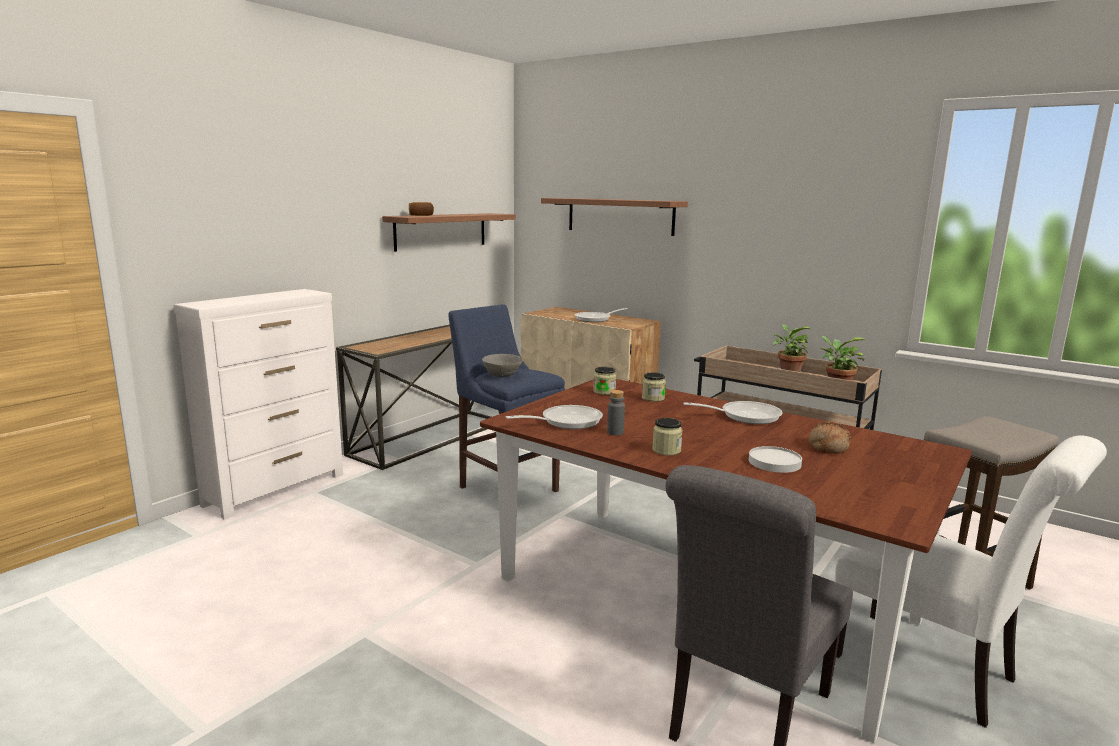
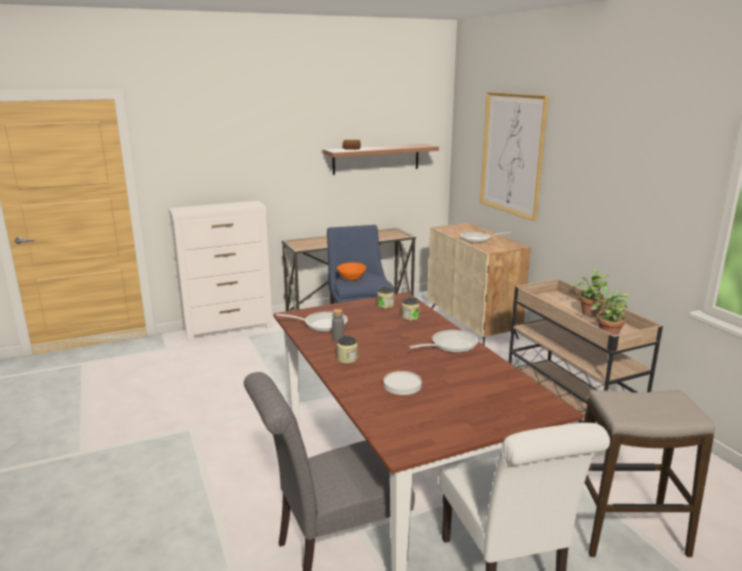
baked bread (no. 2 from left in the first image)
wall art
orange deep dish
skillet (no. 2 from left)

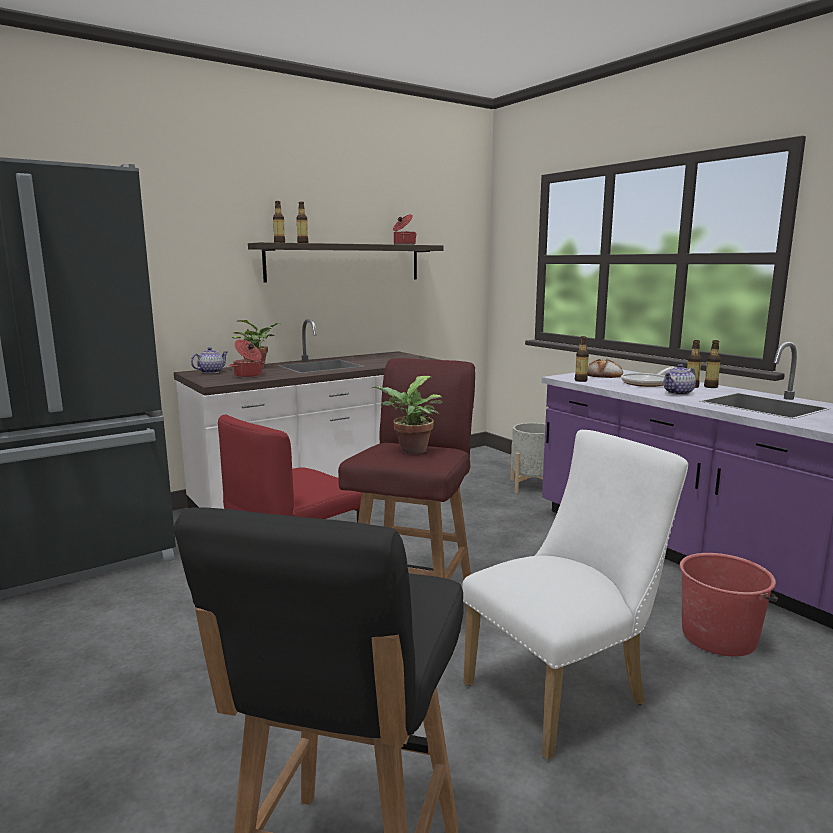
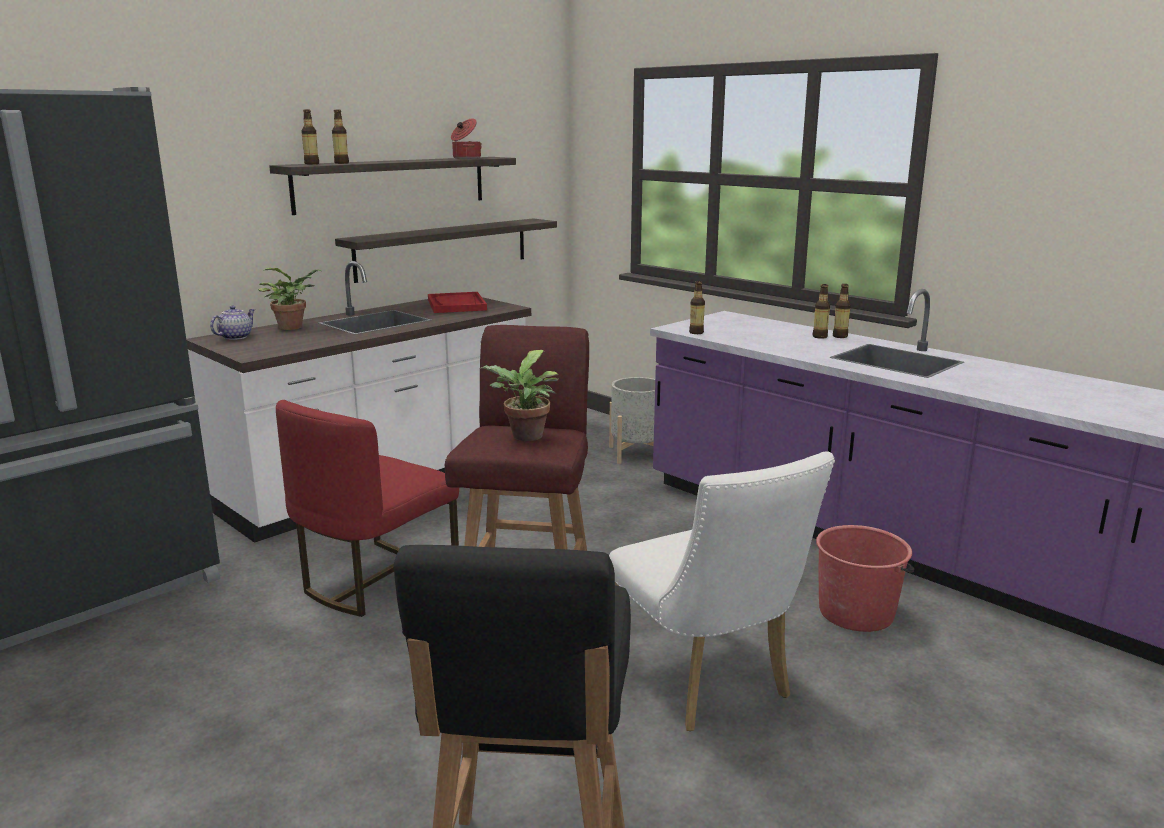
cooking pot (no. 1 from left in the first image)
baked bread
skillet
pot for tea (no. 2 from left in the first image)
bracket shelf (no. 2 from left)
reddish carrying tray
white chair

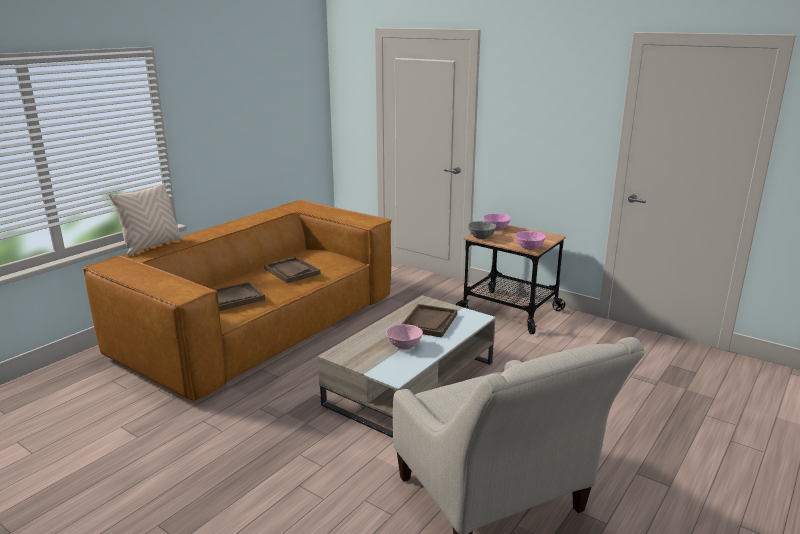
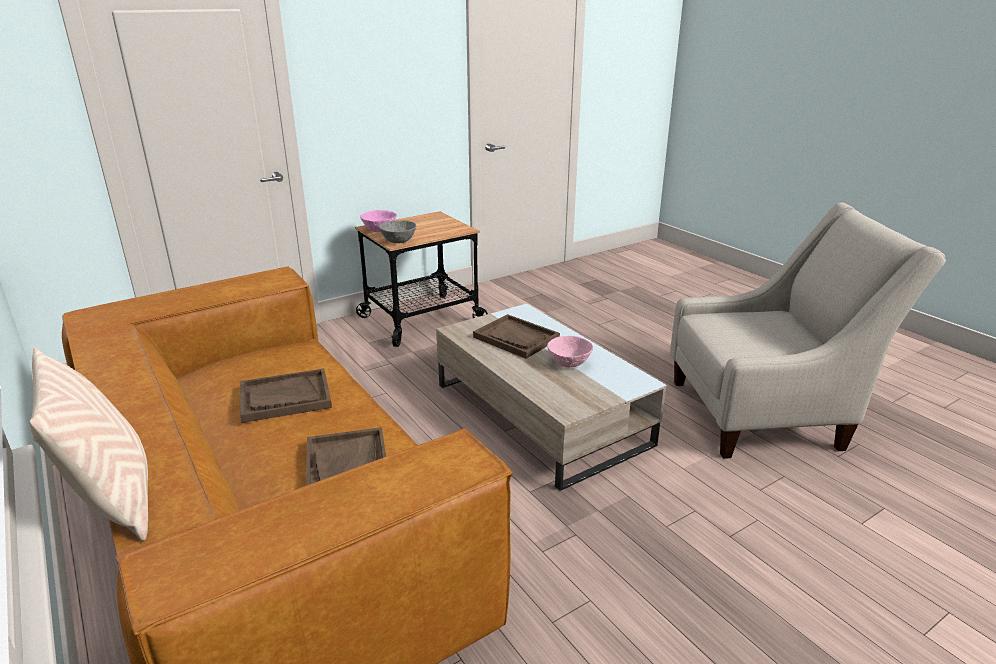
pinkish deep dish (no. 3 from left in the first image)

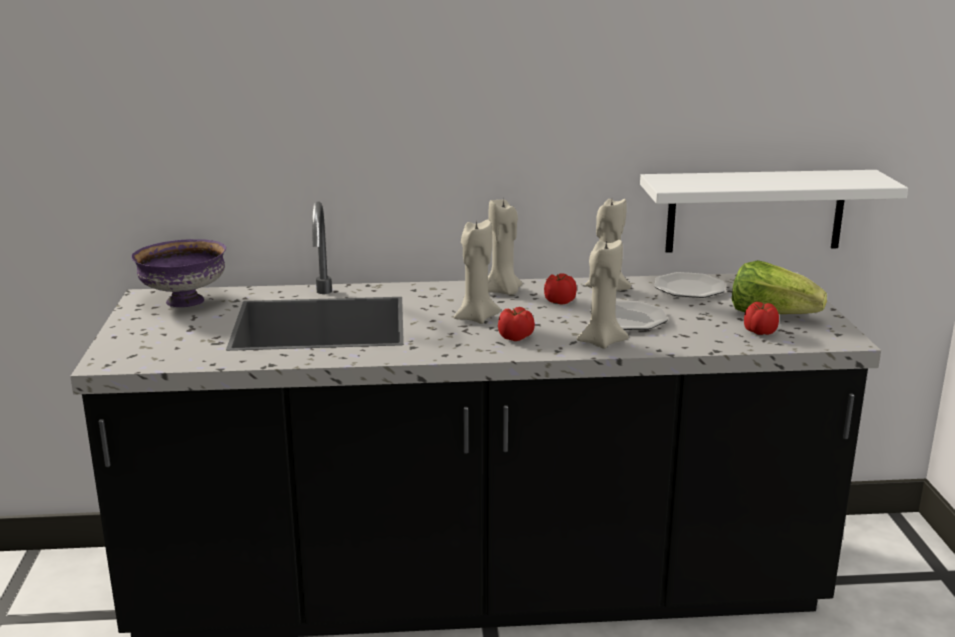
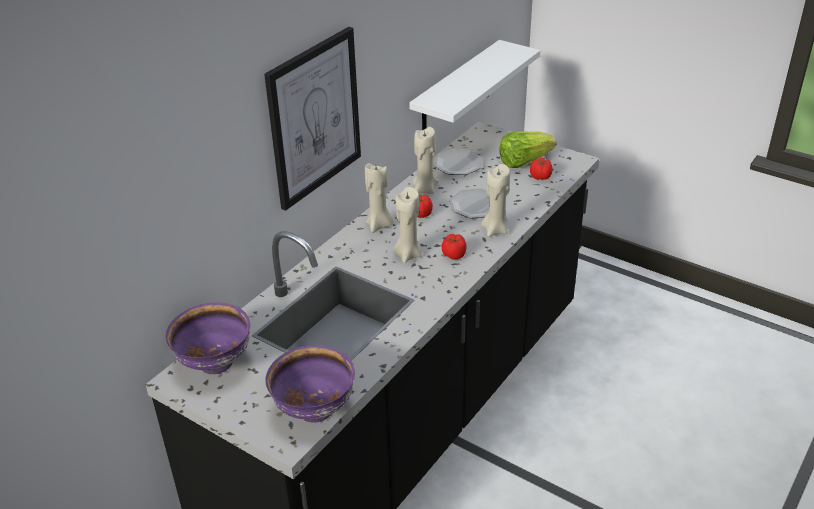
wall art
purple deep dish (no. 2 from left)

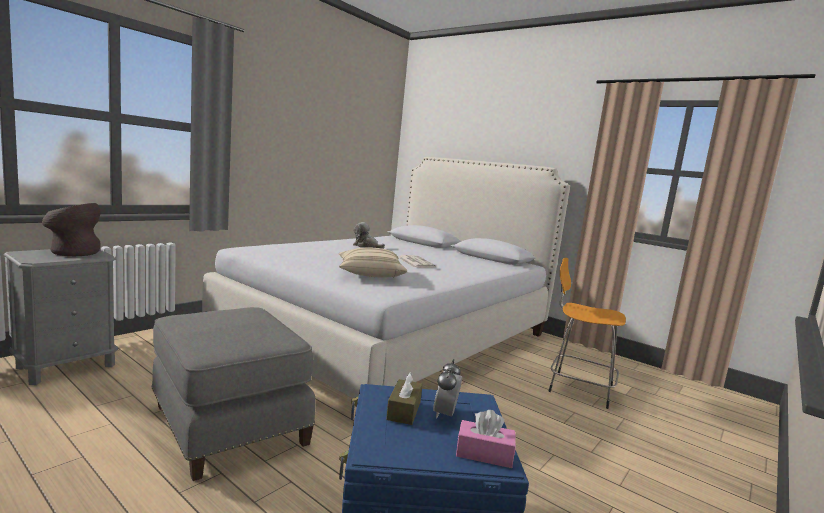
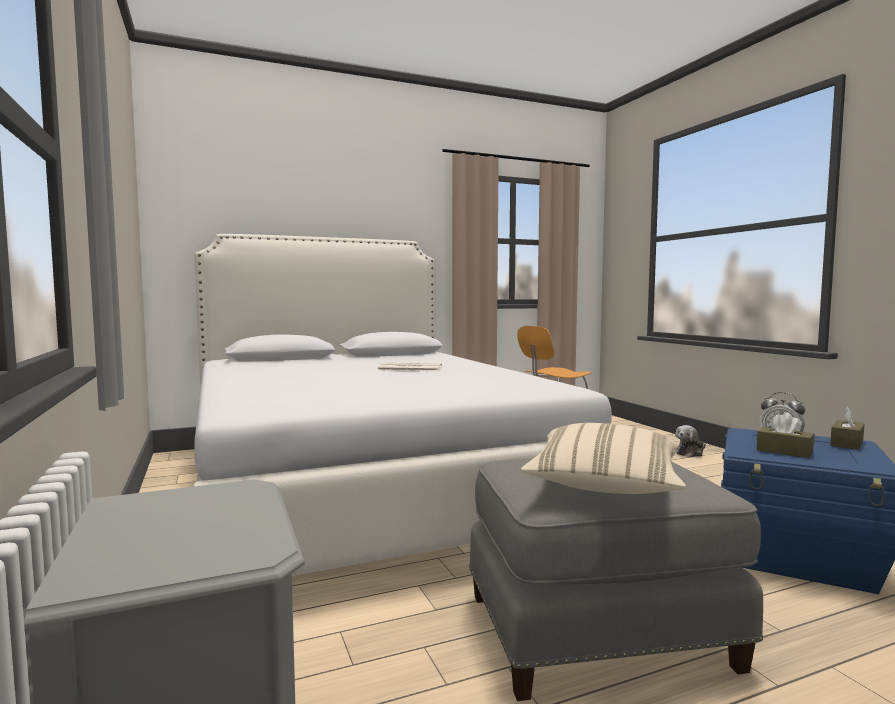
brownish vase
sand-coloured throw pillow
soft toy
brownish box of tissues (no. 2 from left)

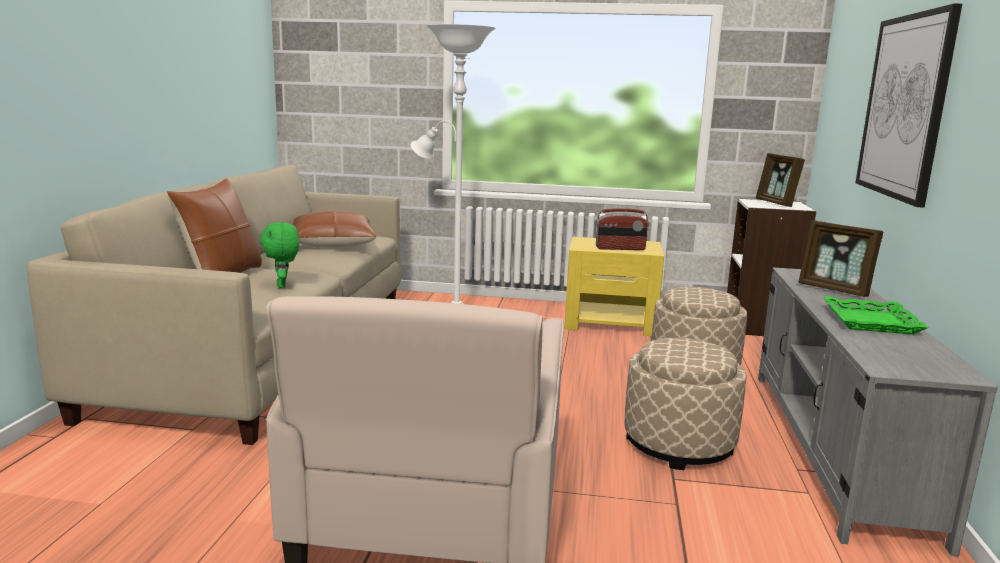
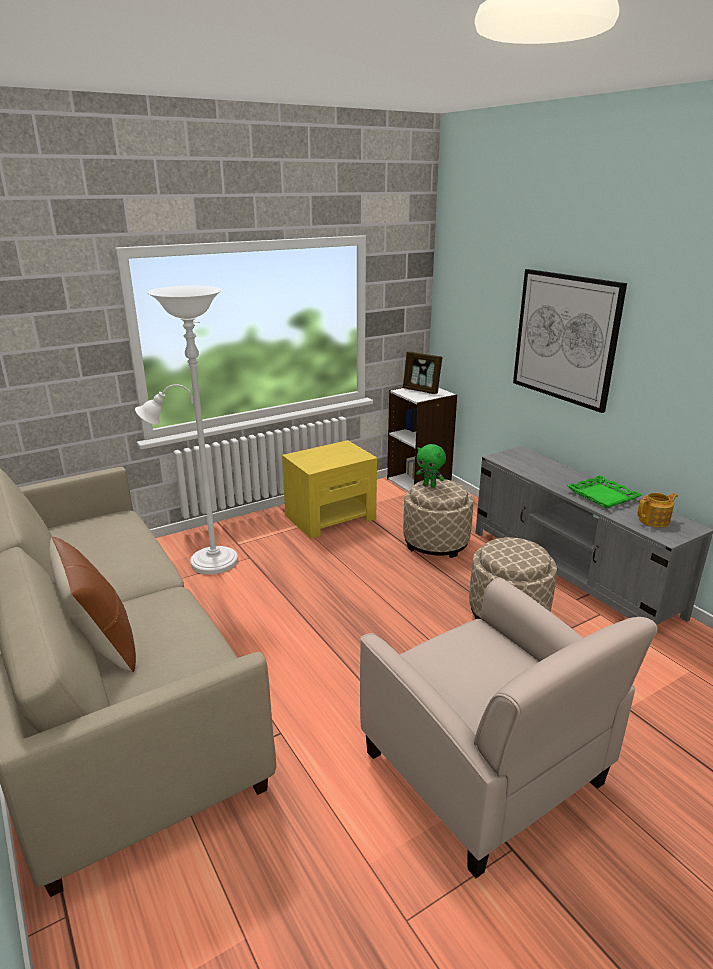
brownish throw pillow (no. 2 from left in the first image)
radio set
picture frame (no. 2 from left in the first image)
pot for tea
greenish soft toy

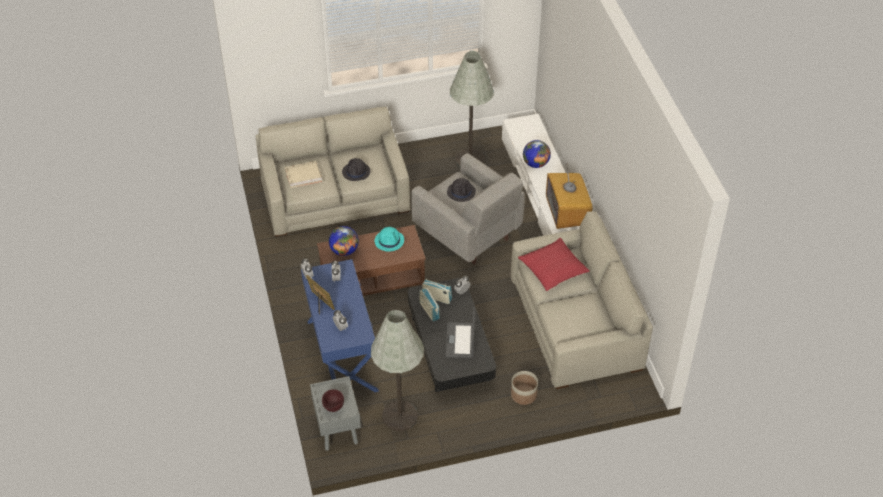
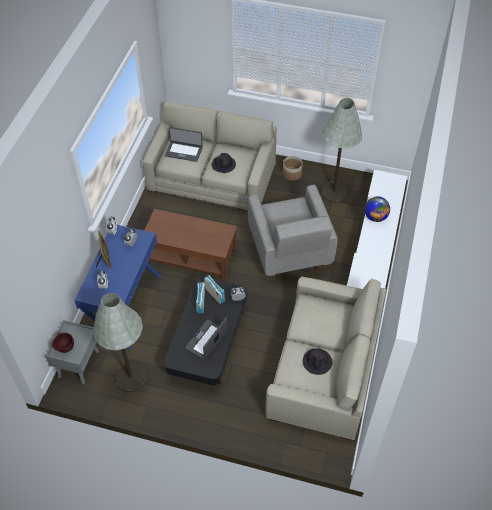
world globe (no. 1 from left in the first image)
blue-green hat
reddish throw pillow
TV set
black-coloured hat (no. 2 from left)
planter
laptop (no. 1 from left)

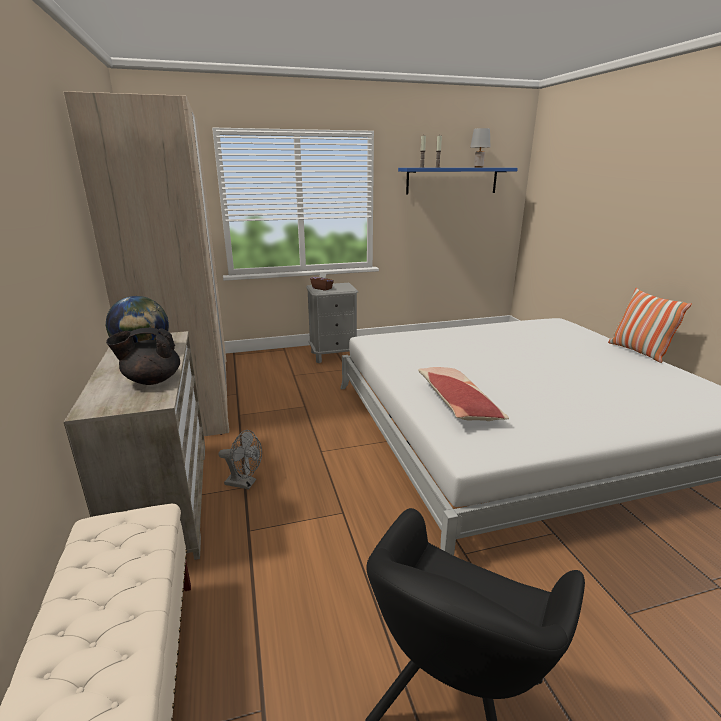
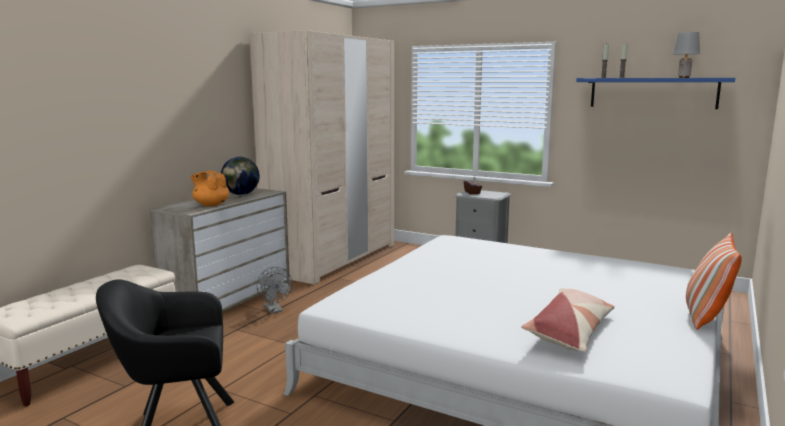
throw pillow (no. 1 from left)
orange pot for tea

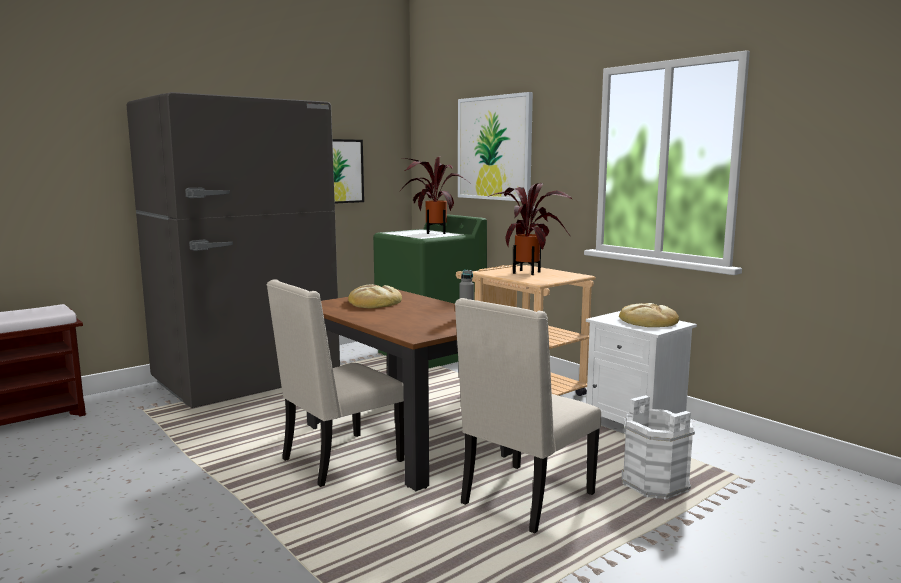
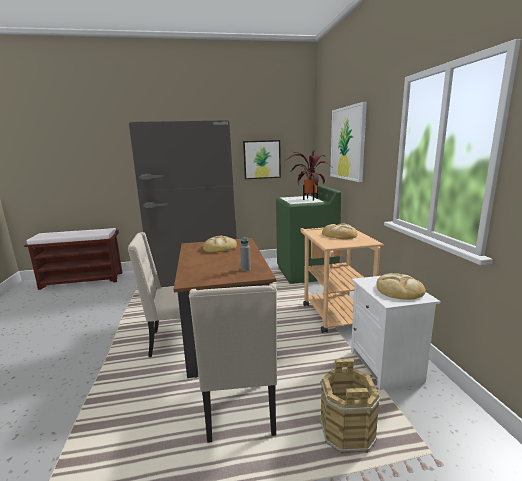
baked bread (no. 2 from left)
brownish bucket
sand-coloured chair (no. 2 from left)

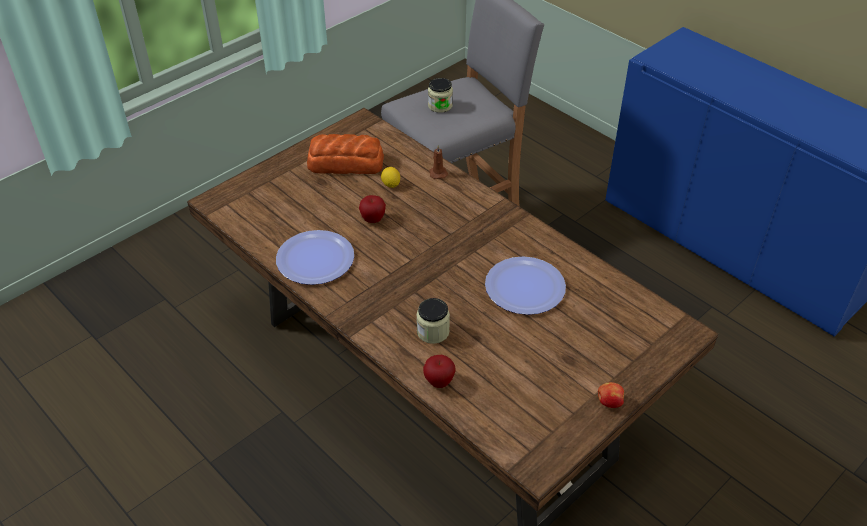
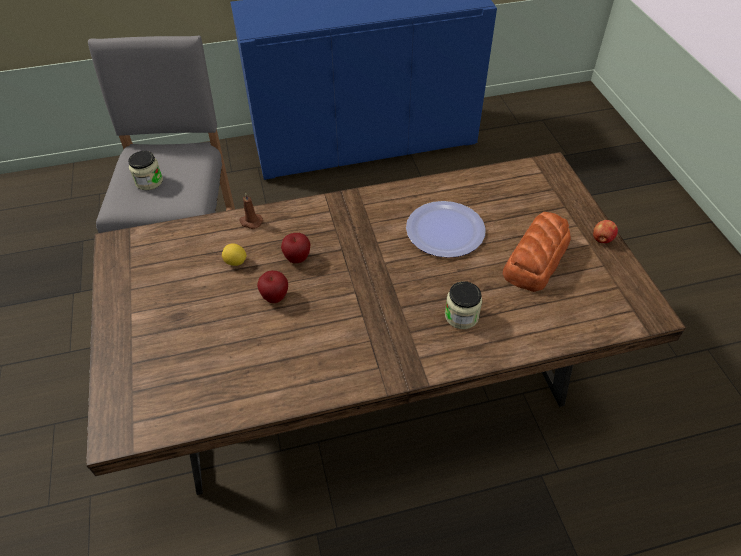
flat dish (no. 1 from left in the first image)
baked bread
apple fruit (no. 2 from left)

